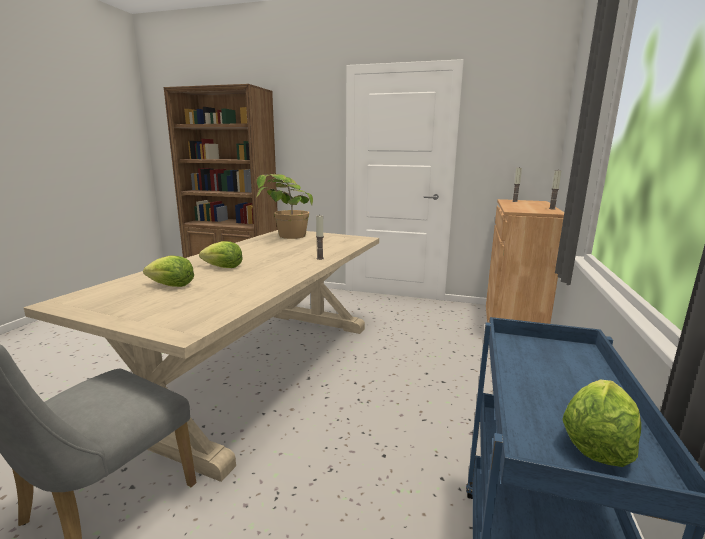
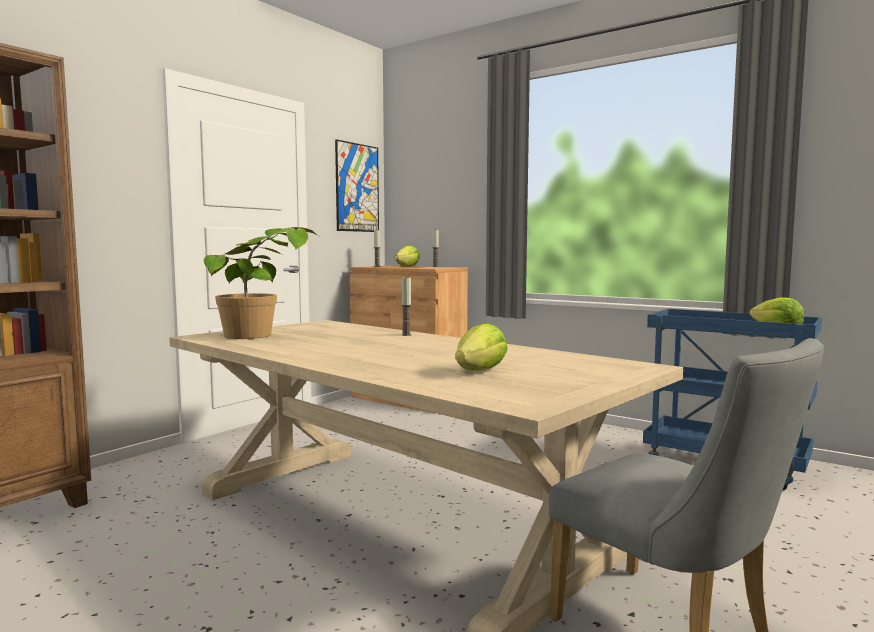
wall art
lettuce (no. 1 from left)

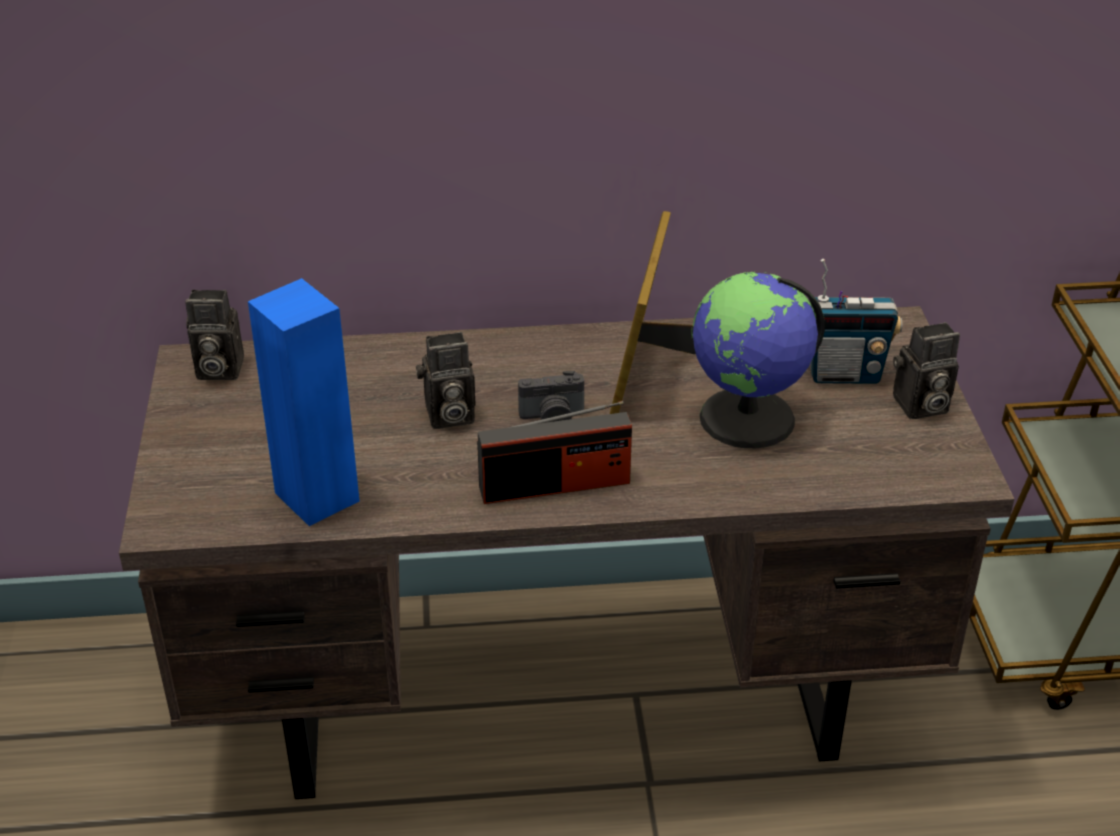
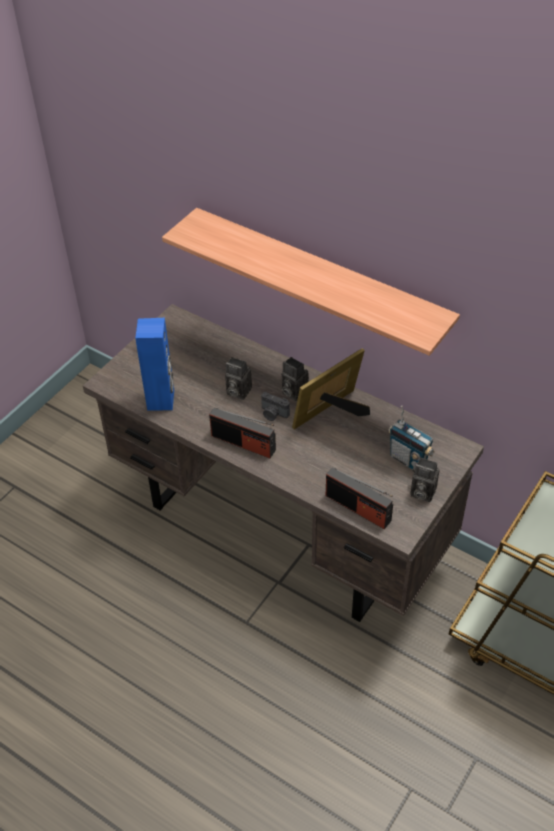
world globe
bracket shelf
radio set (no. 2 from left)
still camera (no. 3 from left)

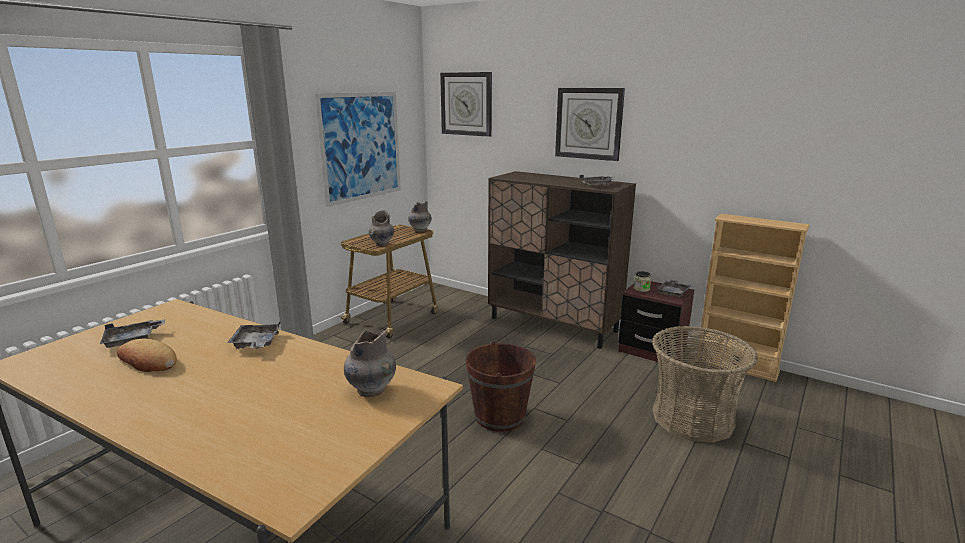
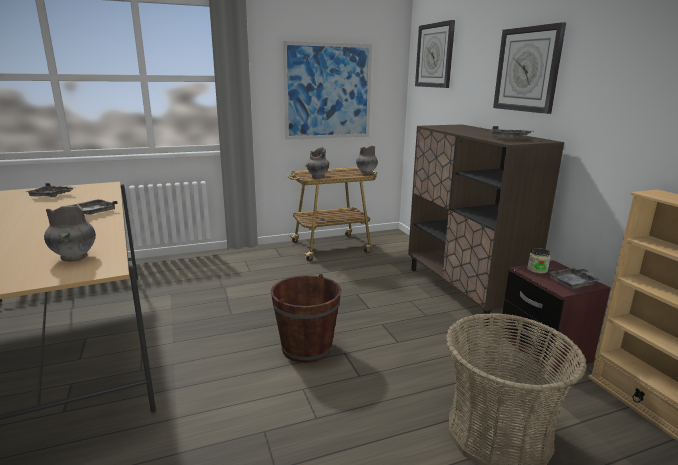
baked bread

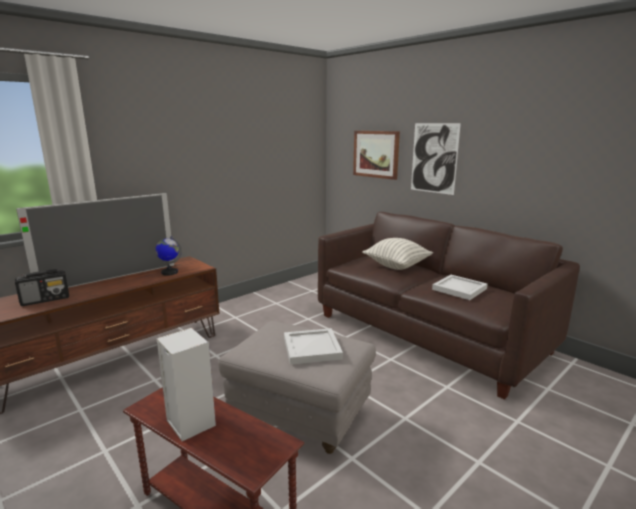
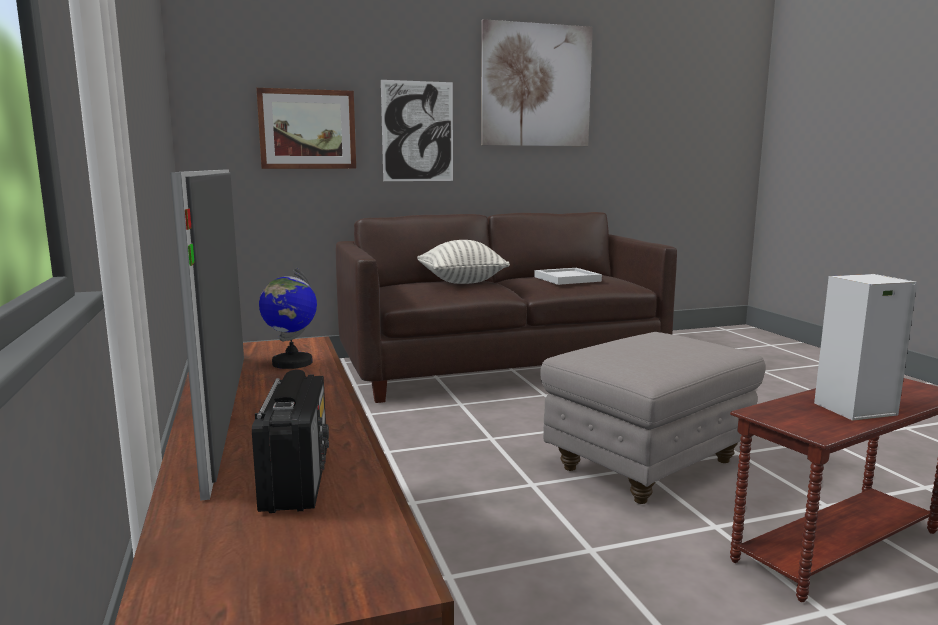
white carrying tray (no. 1 from left in the first image)
wall art (no. 3 from left)

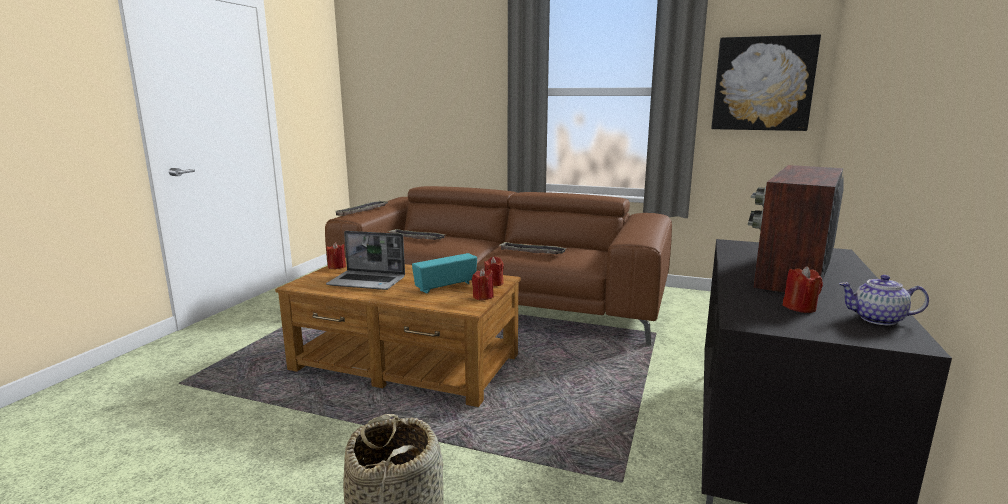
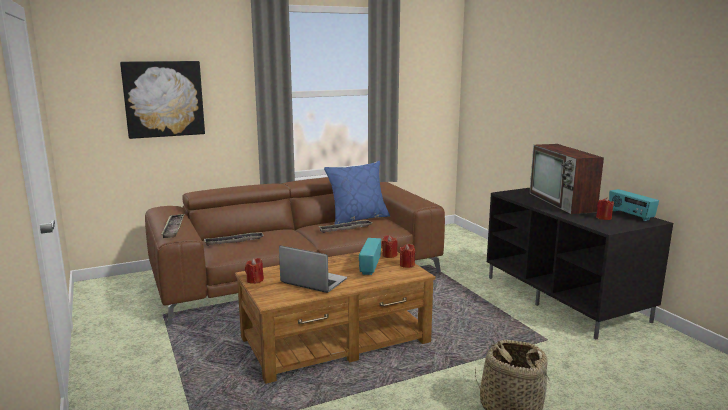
blue throw pillow
wall art
radio set (no. 2 from left)
laptop

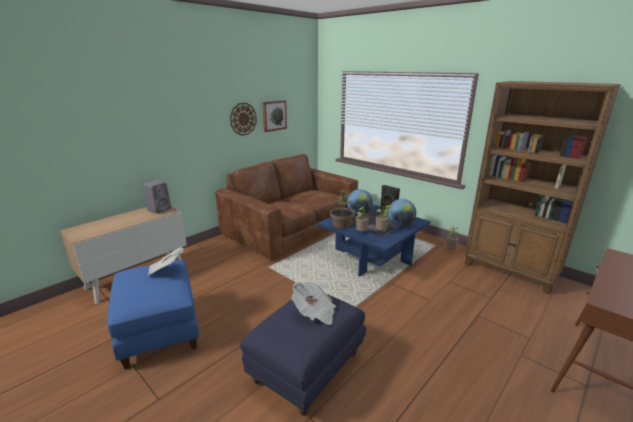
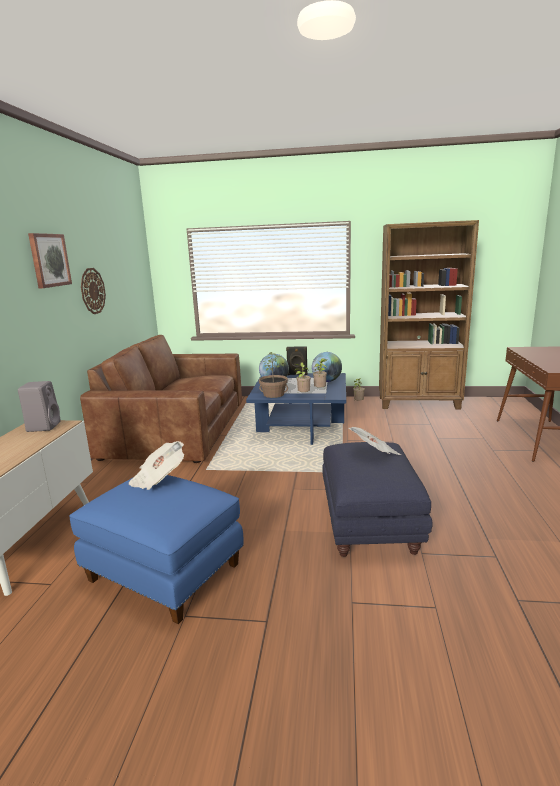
wall art

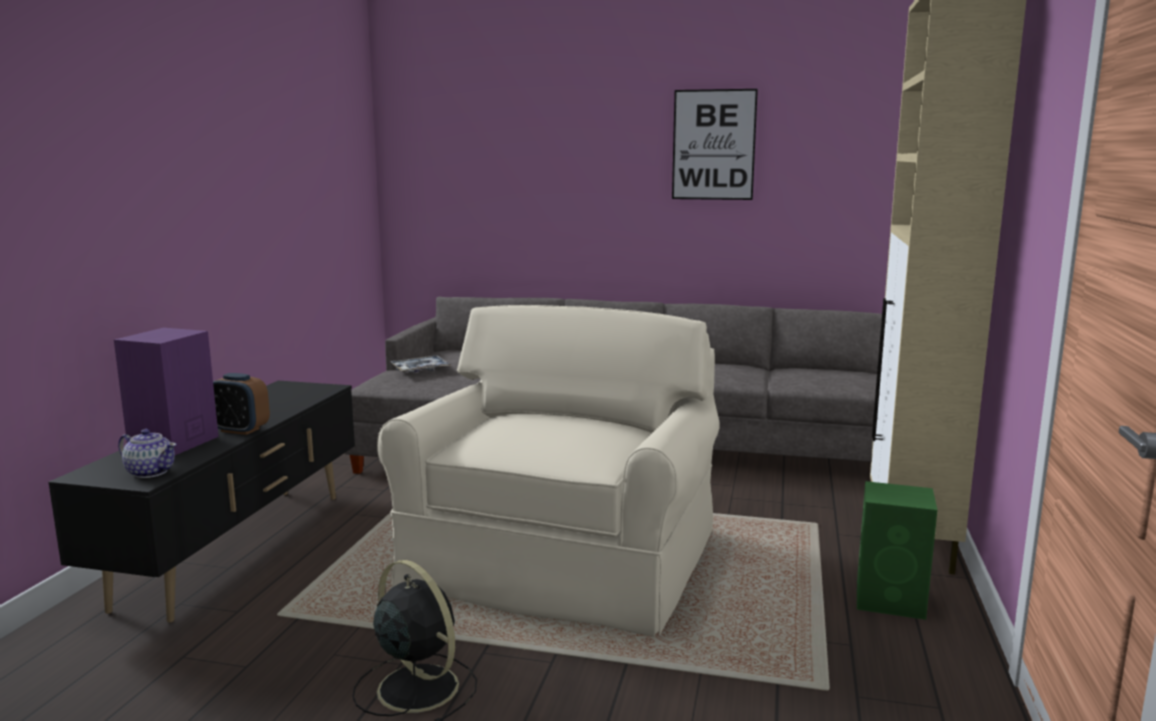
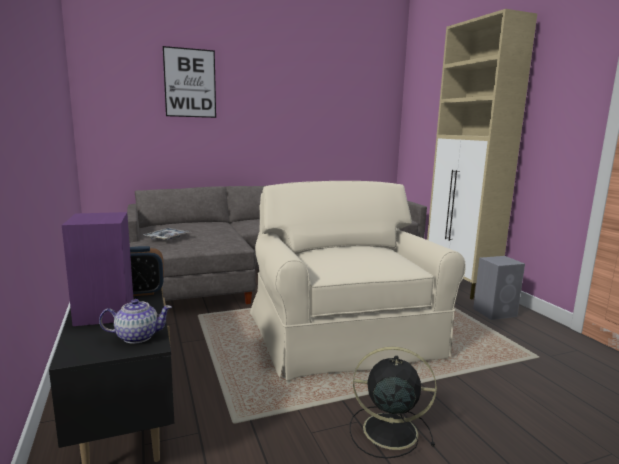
wall art
grey speaker

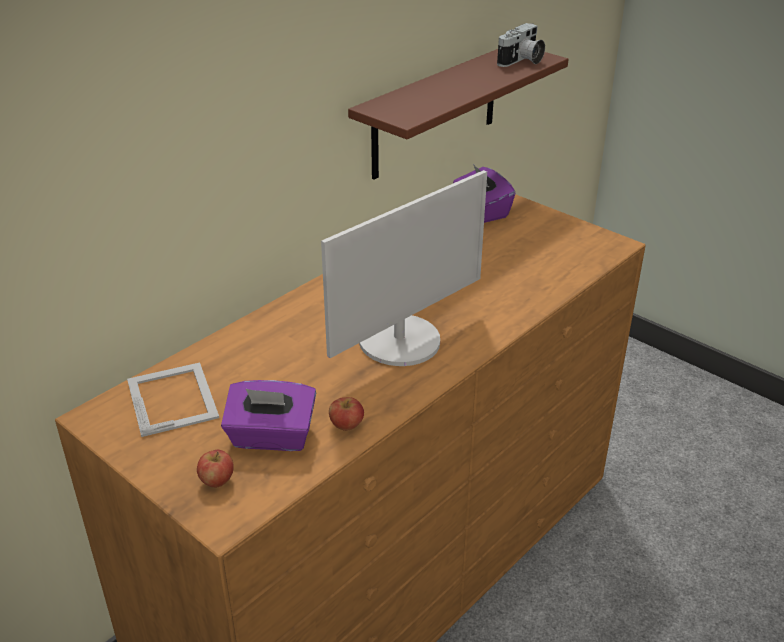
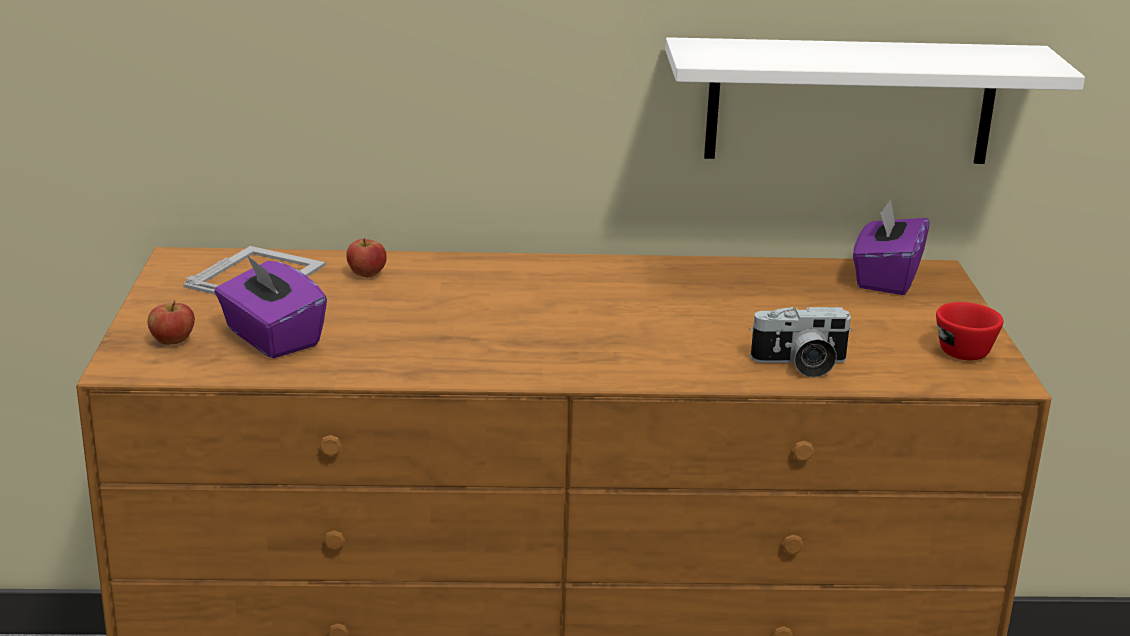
computer display
reddish drinking cup
apple fruit (no. 2 from left)
still camera
white bracket shelf

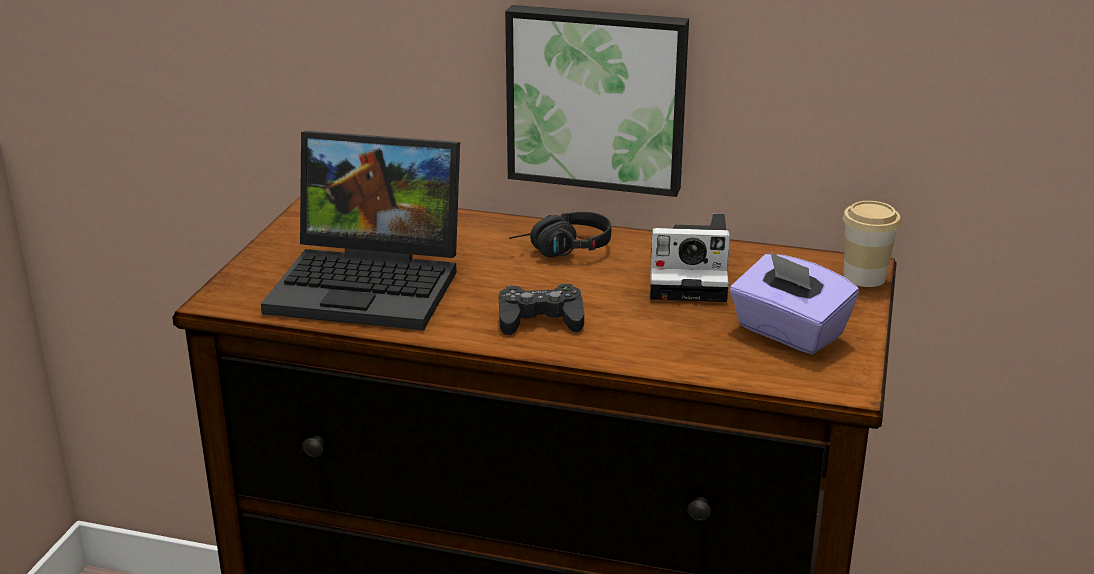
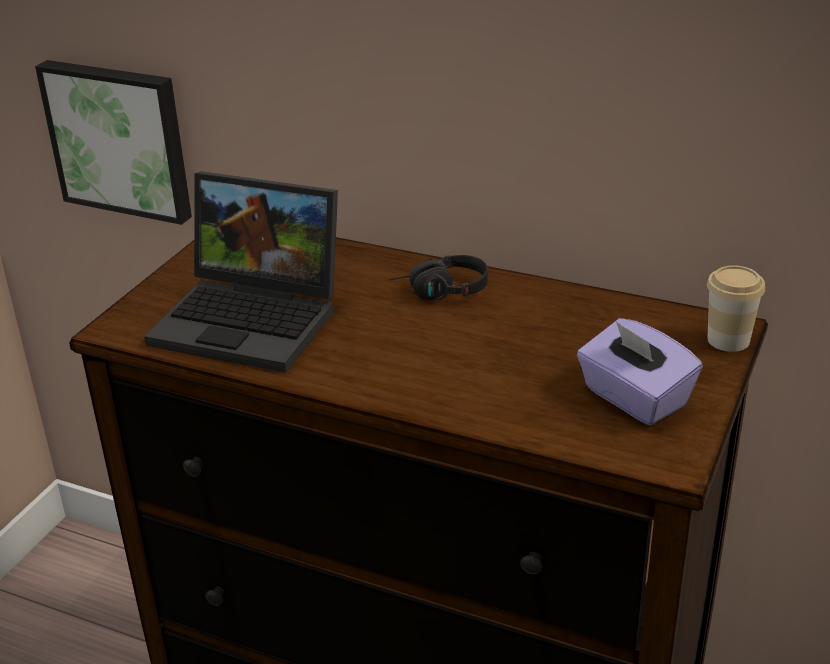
black-coloured joypad
still camera
wall art

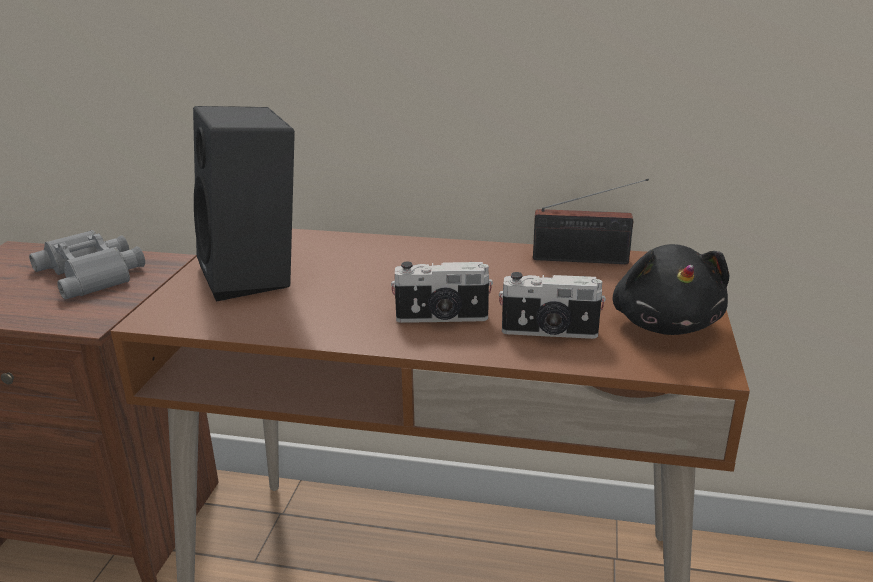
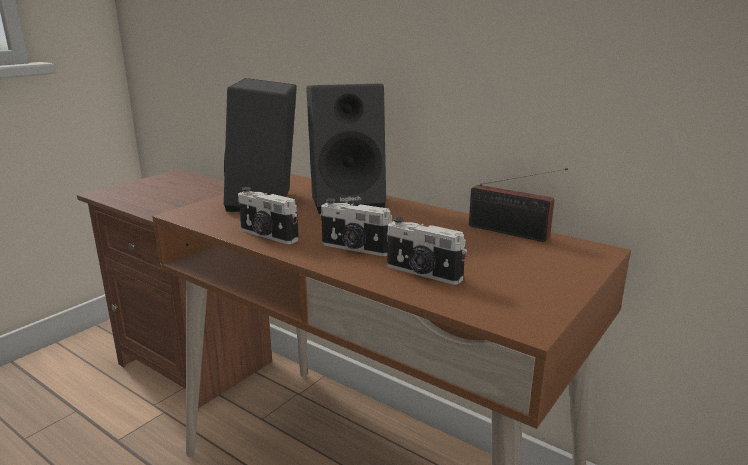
grey field glasses
black-coloured soft toy
still camera (no. 1 from left)
black-coloured speaker (no. 2 from left)

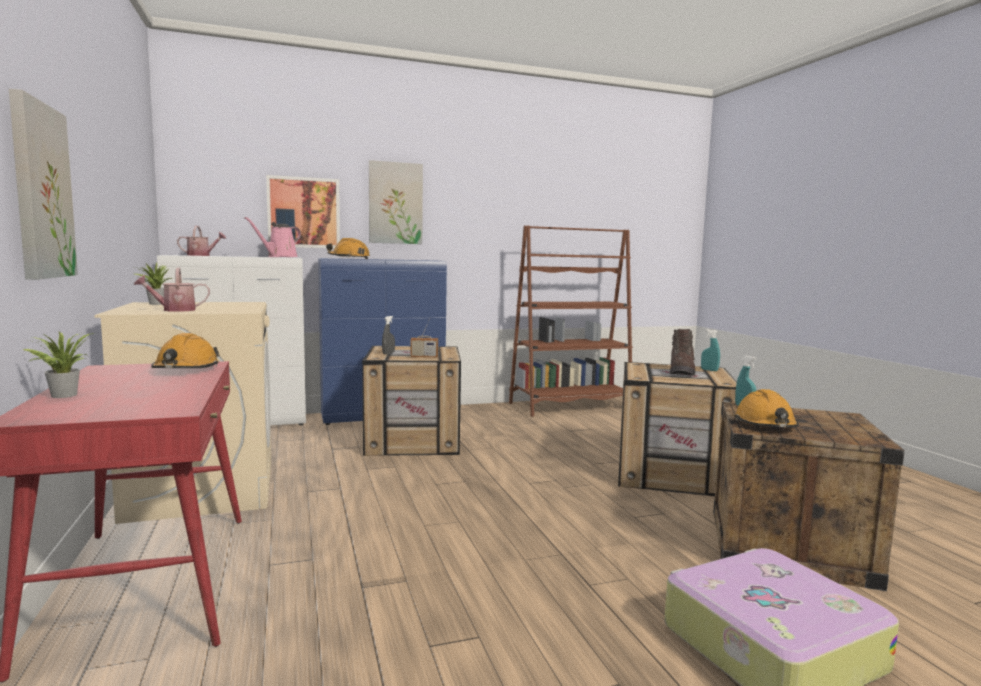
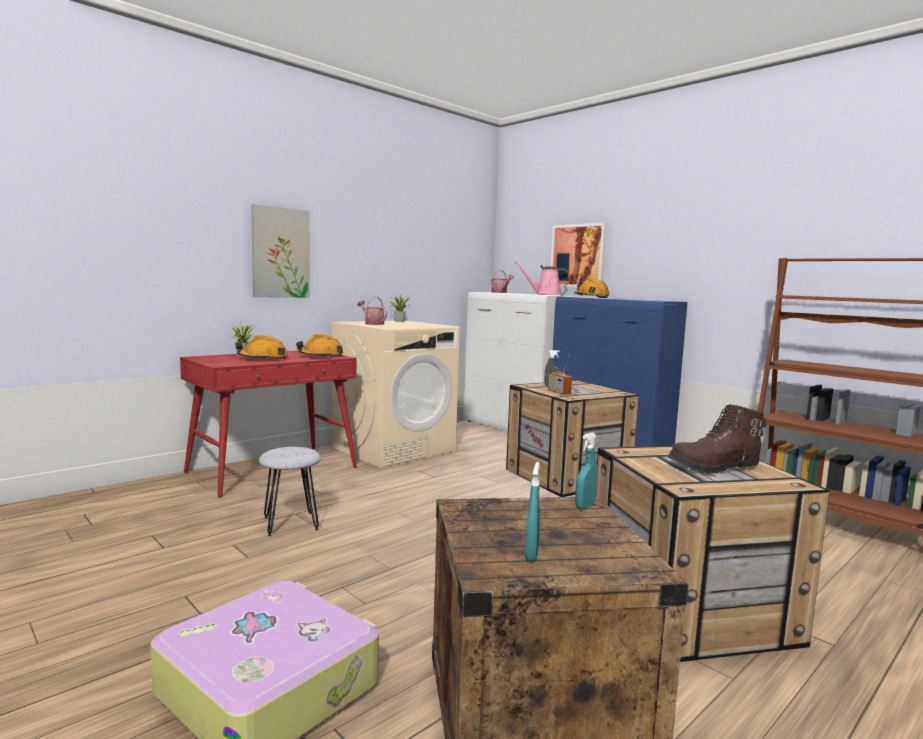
wall art (no. 3 from left in the first image)
grey stool
blue-green spray bottle (no. 1 from left)
orange work helmet (no. 1 from left)

